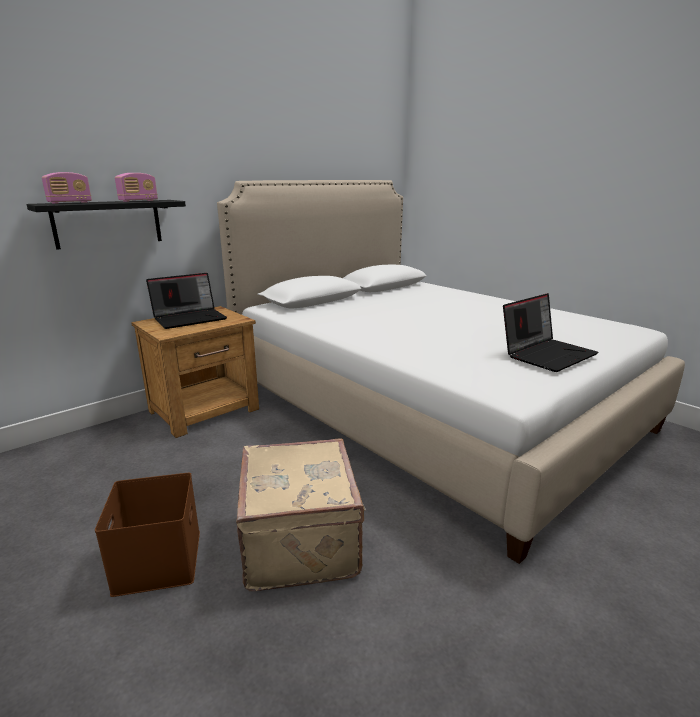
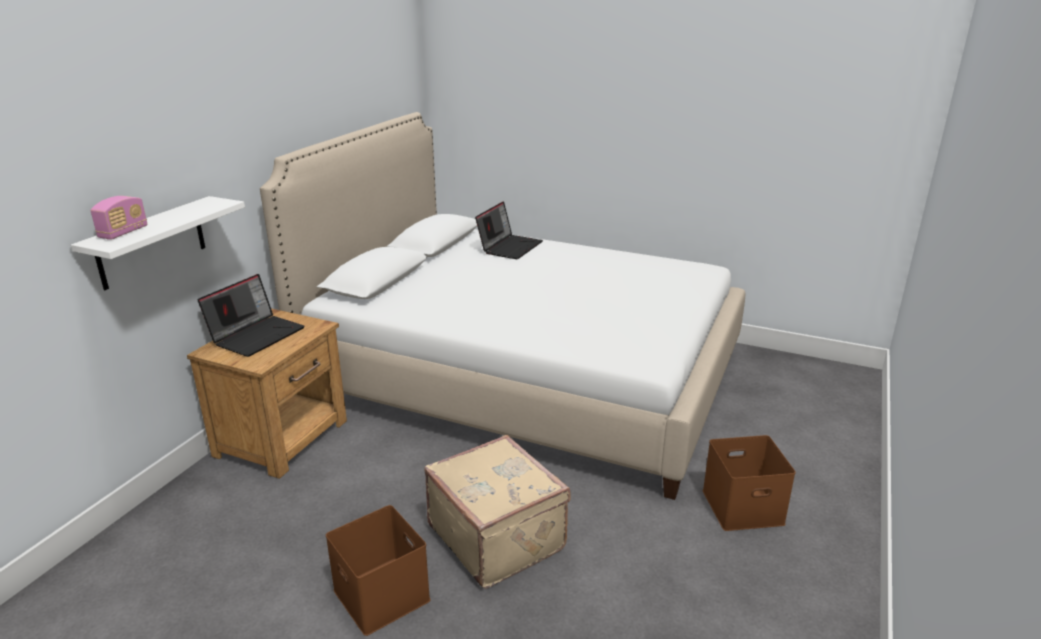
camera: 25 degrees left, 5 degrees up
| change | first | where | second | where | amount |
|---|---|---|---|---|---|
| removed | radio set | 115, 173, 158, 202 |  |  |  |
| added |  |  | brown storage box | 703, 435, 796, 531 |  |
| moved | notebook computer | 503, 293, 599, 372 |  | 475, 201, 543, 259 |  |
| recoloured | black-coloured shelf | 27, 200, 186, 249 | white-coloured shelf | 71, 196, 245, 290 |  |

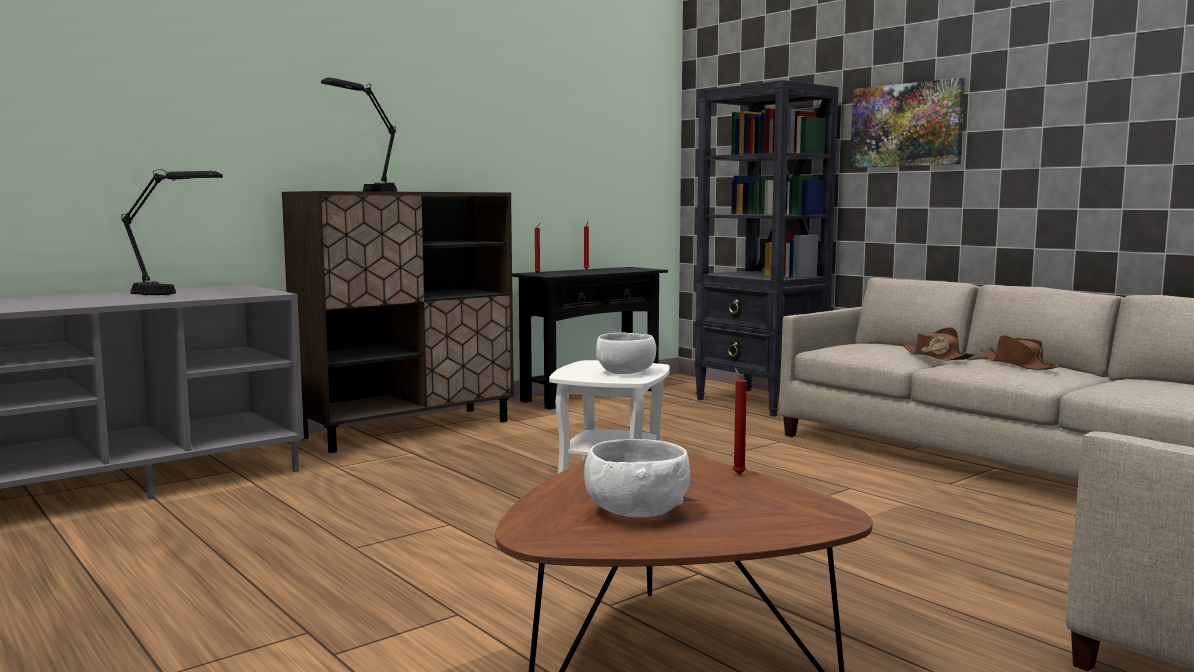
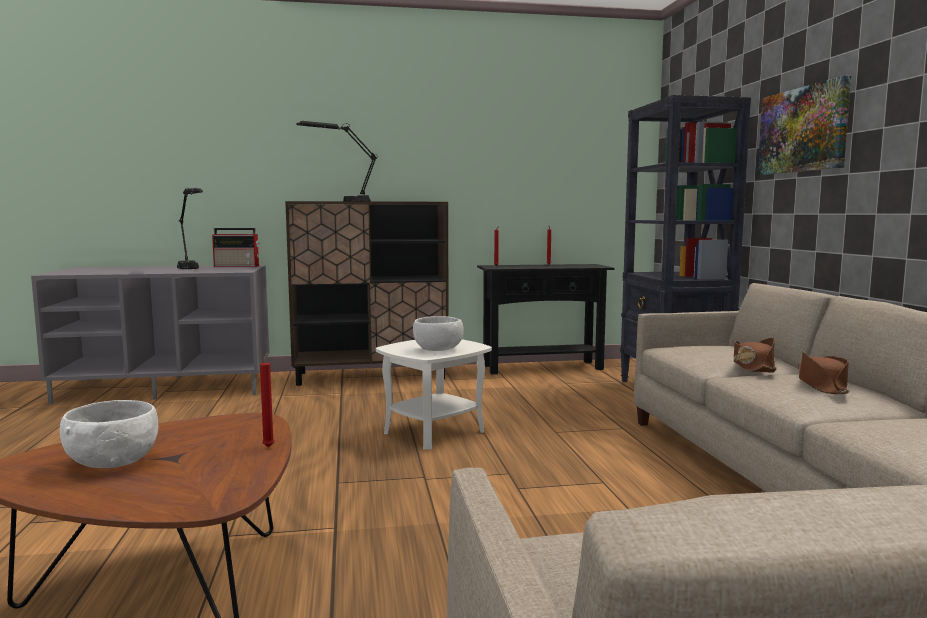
camera: 30 degrees right, 0 degrees up
| change | first | where | second | where | amount |
|---|---|---|---|---|---|
| added |  |  | radio set | 212, 228, 260, 267 |  |

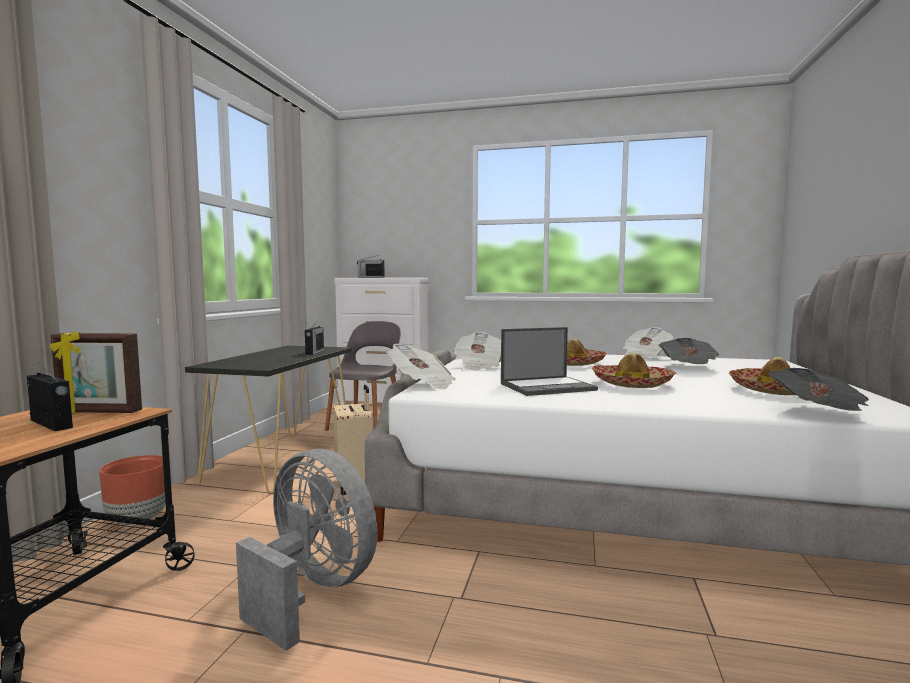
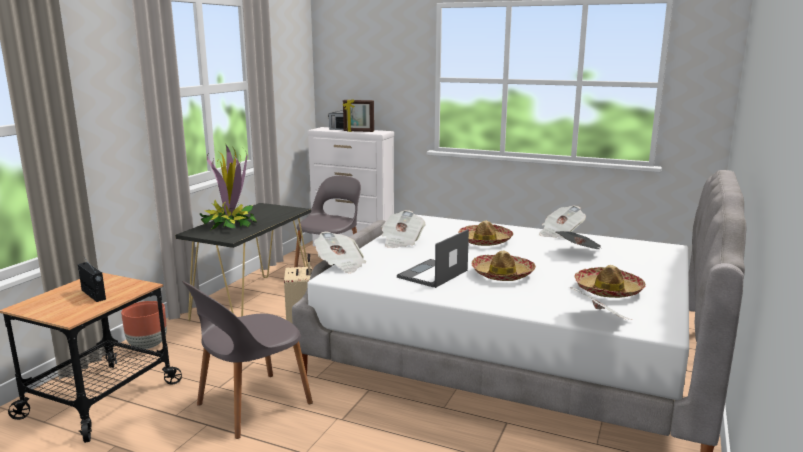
camera: 10 degrees right, 10 degrees up
| change | first | where | second | where | amount |
|---|---|---|---|---|---|
| removed | radio set | 305, 320, 324, 355 |  |  |  |
| added |  |  | houseplant | 200, 145, 257, 230 |  |
| moved | picture frame | 49, 331, 142, 414 |  | 343, 99, 374, 132 |  |
| replaced | gray fan | 236, 449, 378, 651 | gray plain chair | 182, 281, 313, 439 |  |
| turned | notebook computer | 501, 327, 598, 396 |  | 397, 229, 469, 288 | 135 degrees clockwise |

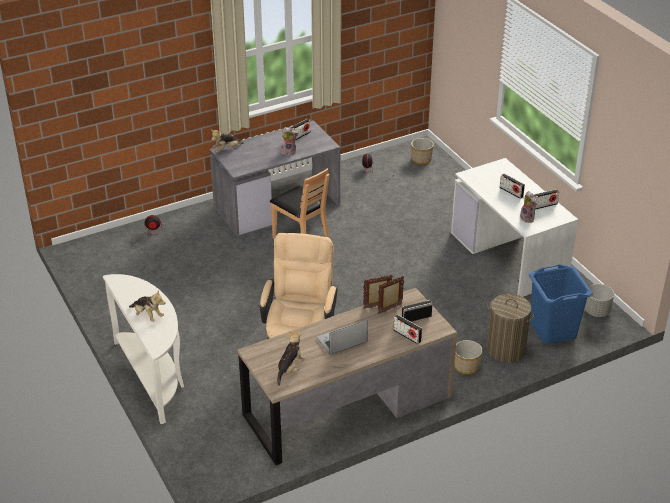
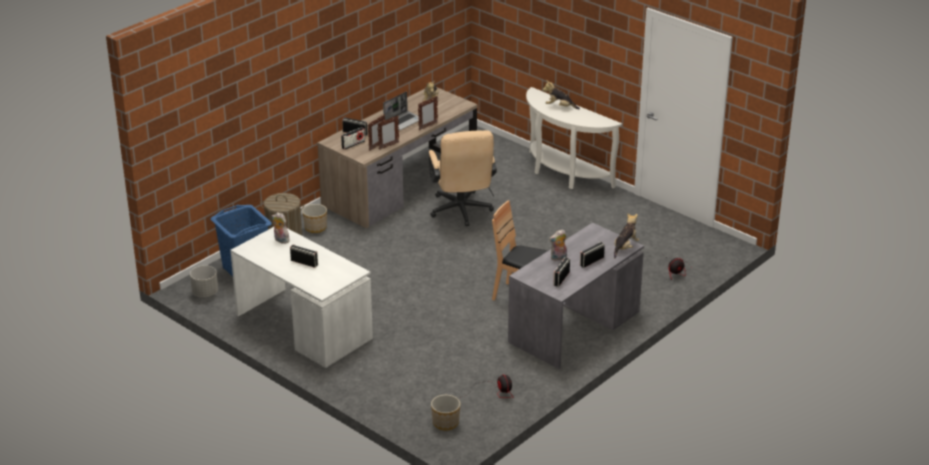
camera: 160 degrees right, 5 degrees down
| change | first | where | second | where | amount |
|---|---|---|---|---|---|
| added |  |  | picture frame | 418, 96, 438, 130 |  |
| moved | radio set | 533, 189, 559, 210 |  | 580, 242, 605, 268 |  |

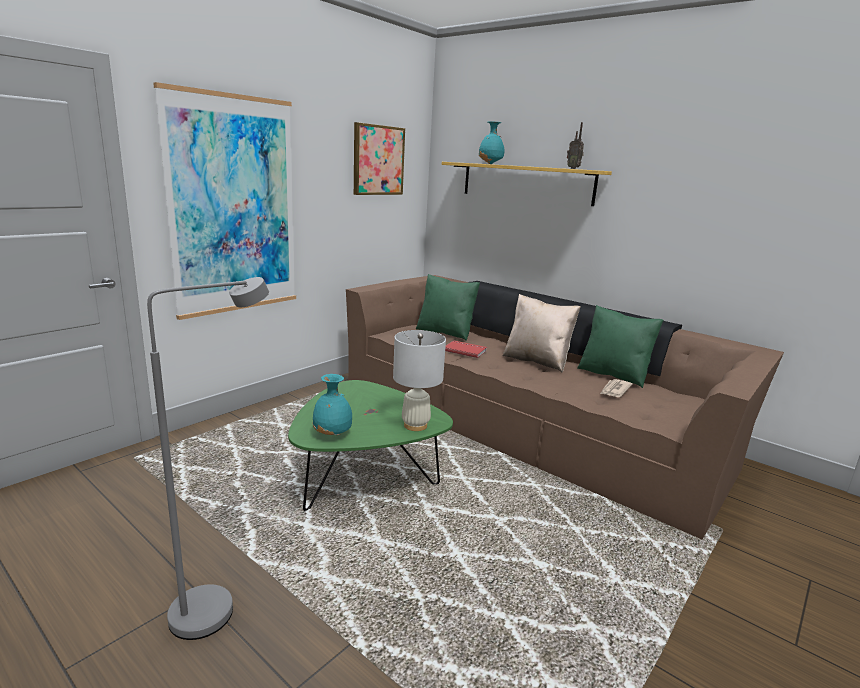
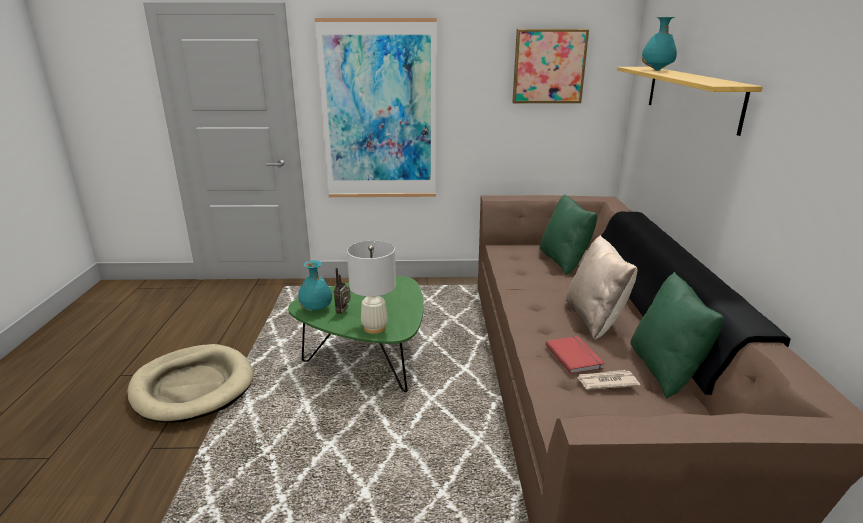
camera: 50 degrees right, 5 degrees up
| change | first | where | second | where | amount |
|---|---|---|---|---|---|
| moved | reddish bound book | 445, 341, 487, 358 |  | 546, 336, 605, 374 |  |
| moved | radio set | 567, 122, 584, 169 |  | 334, 268, 350, 314 |  |
| replaced | gray standard lamp | 147, 277, 269, 640 | beige pet bed | 127, 344, 254, 423 |  |

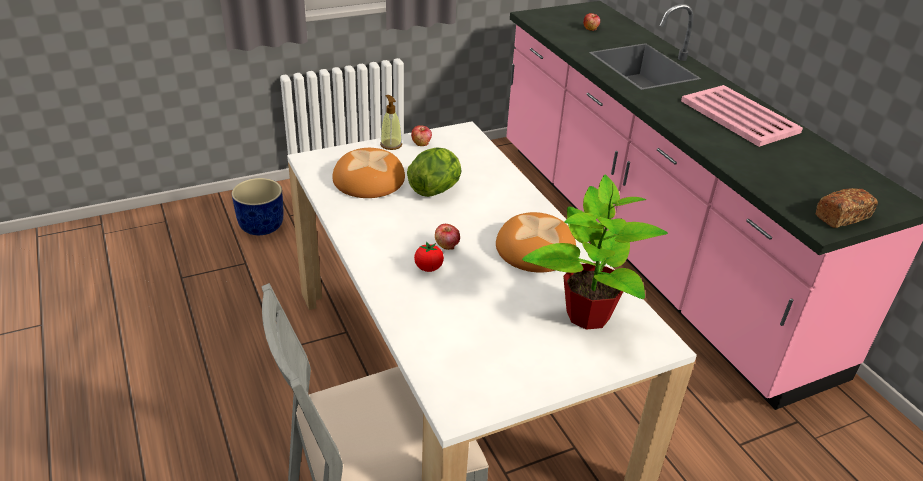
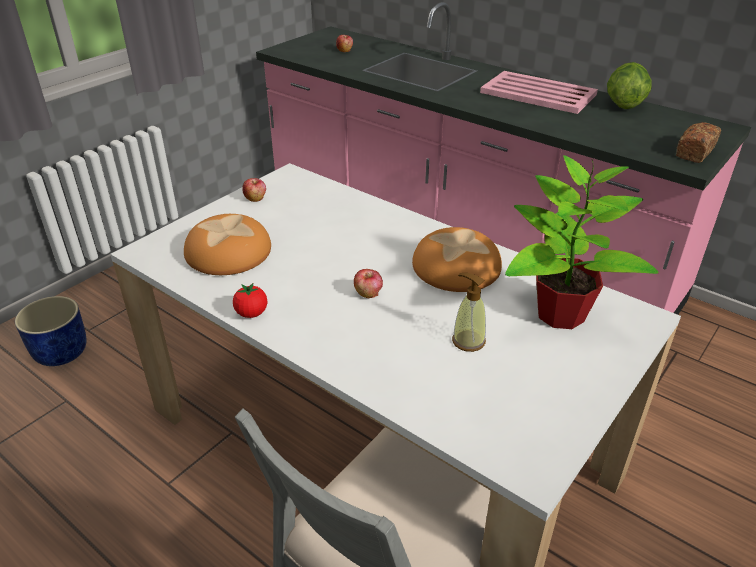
camera: 25 degrees left, 0 degrees up
| change | first | where | second | where | amount |
|---|---|---|---|---|---|
| moved | liquid soap bottle | 380, 95, 402, 150 |  | 452, 273, 486, 352 |  |
| moved | lettuce head | 407, 147, 461, 197 |  | 607, 62, 652, 109 |  |
| moved | fresh tomato | 414, 241, 444, 272 |  | 233, 283, 267, 318 |  |

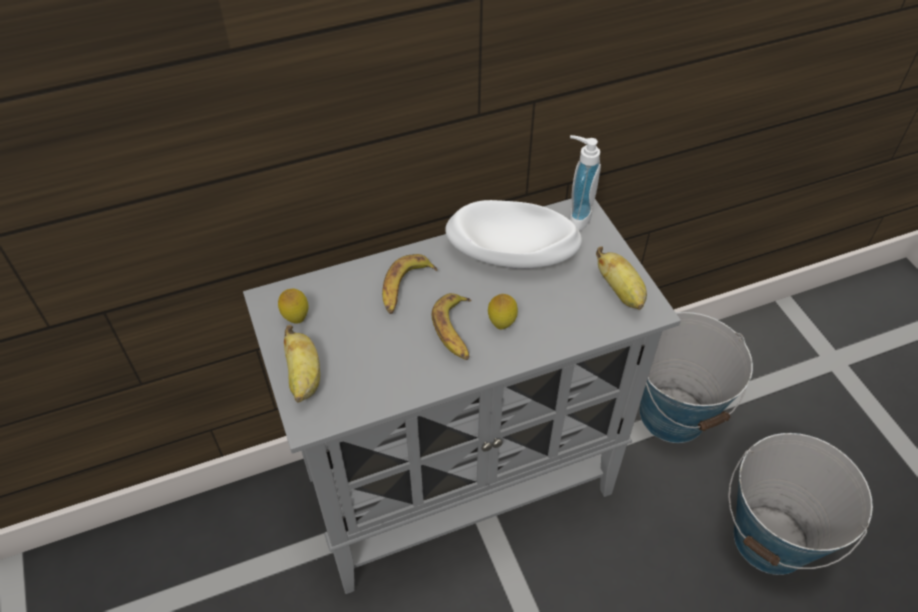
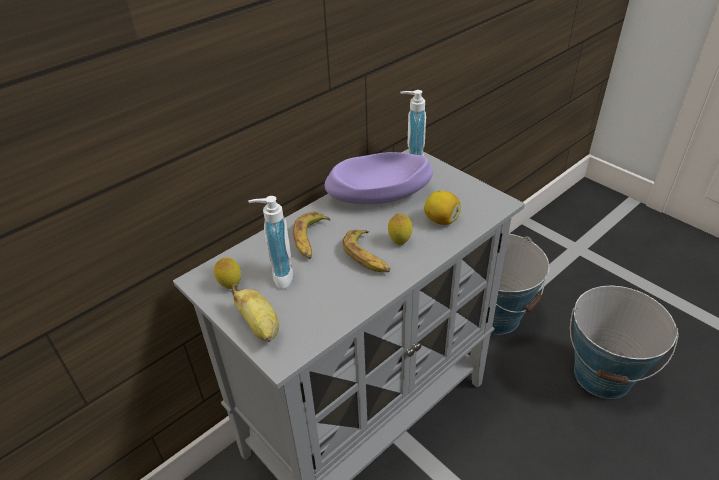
camera: 20 degrees left, 10 degrees down
| change | first | where | second | where | amount |
|---|---|---|---|---|---|
| removed | banana fruit | 596, 246, 647, 310 |  |  |  |
| added |  |  | liquid soap bottle | 248, 196, 293, 289 |  |
| added |  |  | whole lemon | 424, 191, 461, 225 |  |
| recoloured | white-coloured serving bowl | 445, 200, 582, 269 | purple serving bowl | 325, 152, 433, 206 |  |

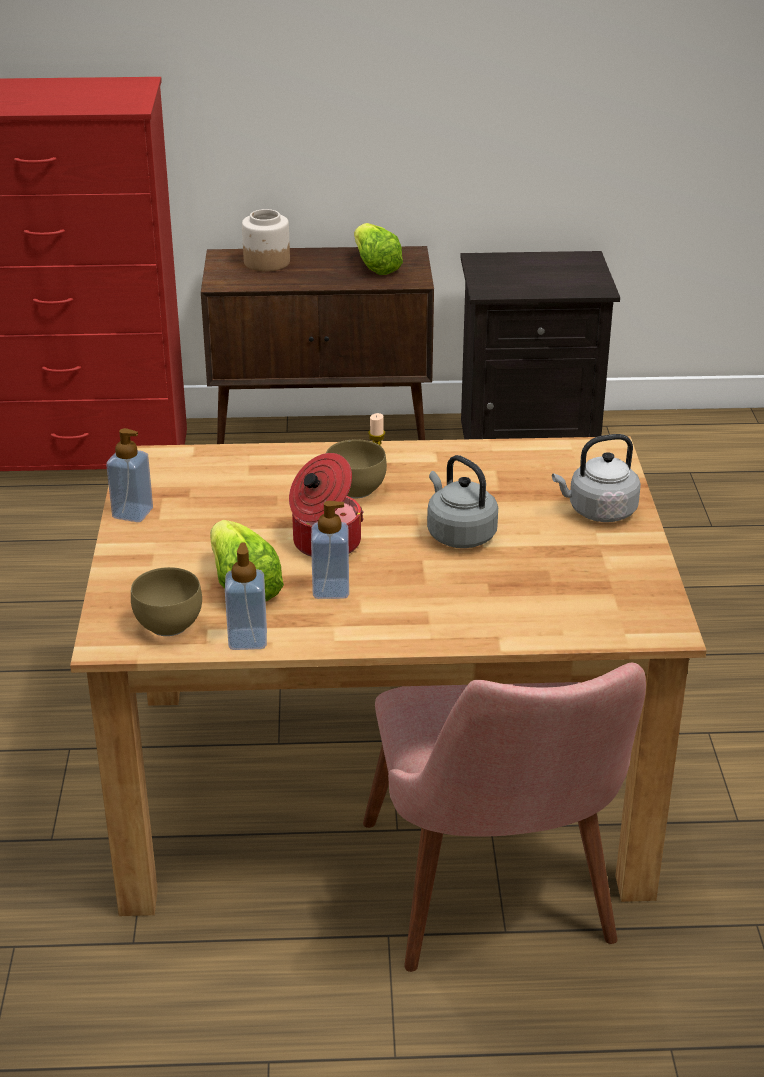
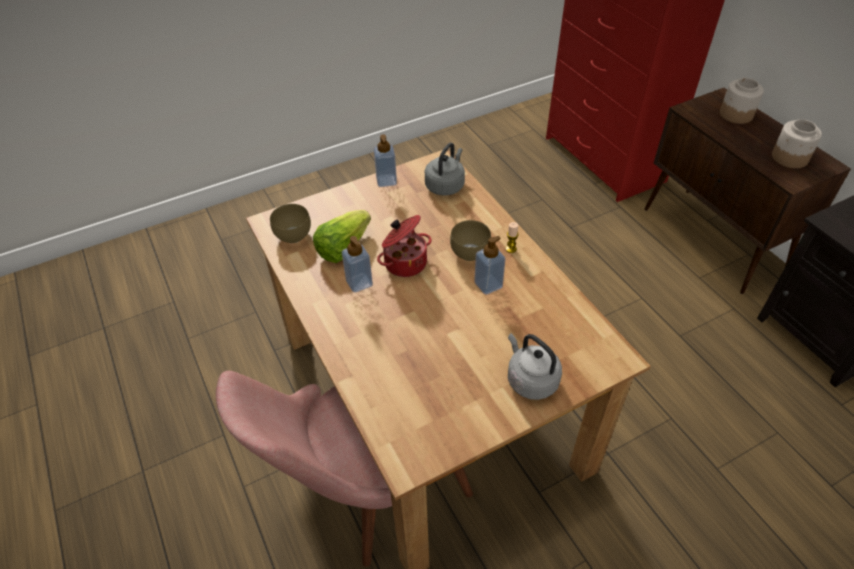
camera: 65 degrees right, 15 degrees up
| change | first | where | second | where | amount |
|---|---|---|---|---|---|
| moved | liquid soap bottle | 225, 543, 267, 650 |  | 474, 236, 505, 295 |  |
| moved | gray kettle | 427, 455, 498, 548 |  | 425, 143, 465, 195 |  |
| replaced | lettuce head | 354, 223, 403, 275 | jar | 772, 119, 822, 168 |  |

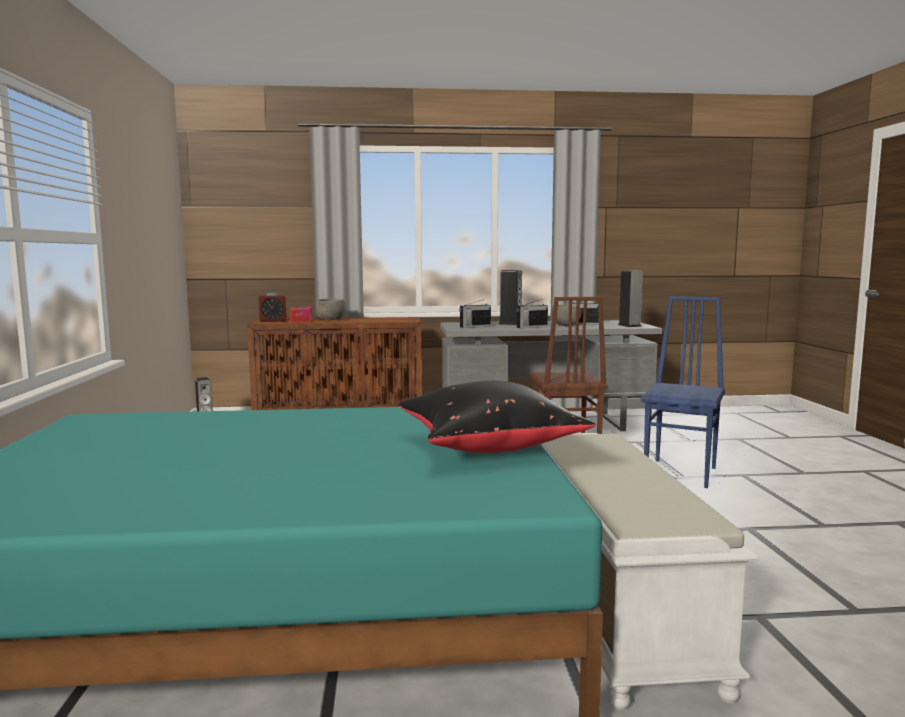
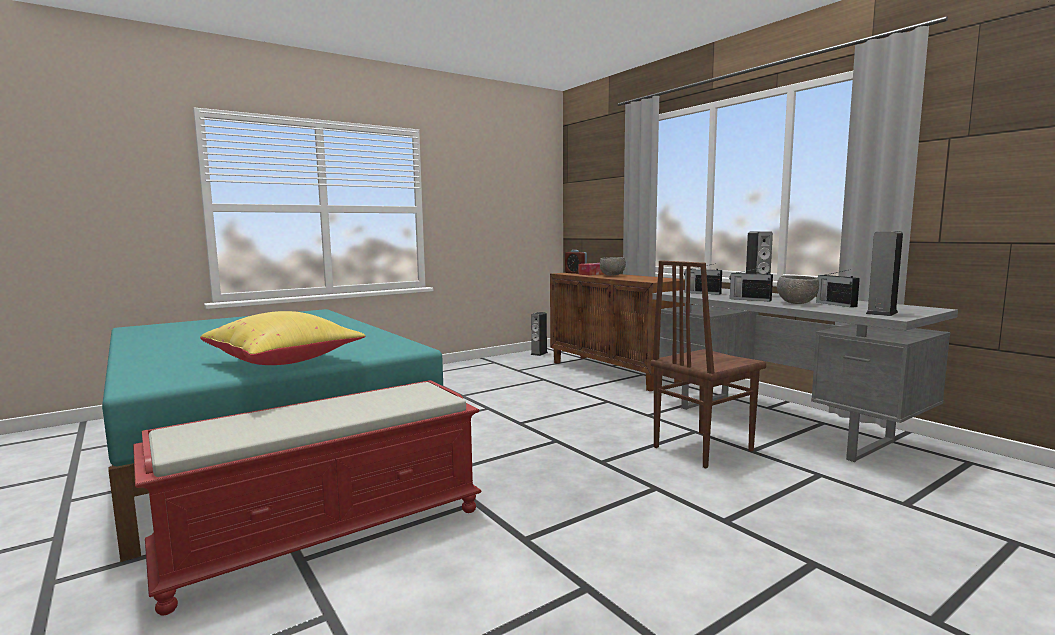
camera: 60 degrees right, 0 degrees up
| change | first | where | second | where | amount |
|---|---|---|---|---|---|
| removed | blue plain chair | 641, 296, 725, 488 |  |  |  |
| recoloured | black-coloured throw pillow | 398, 381, 595, 453 | yellow throw pillow | 200, 311, 366, 365 |  |
| recoloured | white-coloured bench | 541, 433, 758, 710 | reddish bench | 133, 380, 482, 616 |  |

